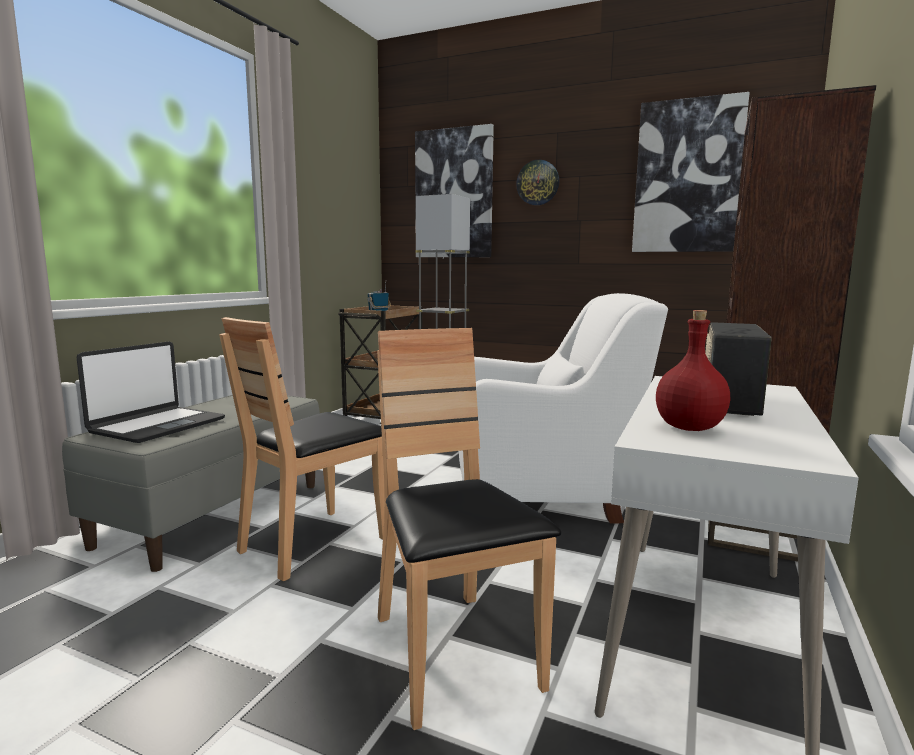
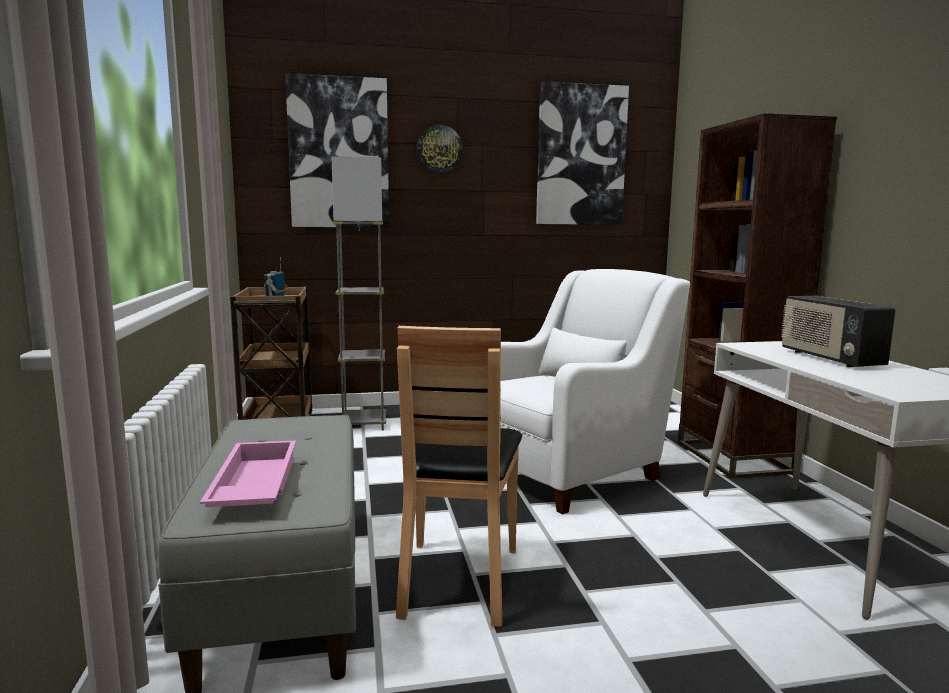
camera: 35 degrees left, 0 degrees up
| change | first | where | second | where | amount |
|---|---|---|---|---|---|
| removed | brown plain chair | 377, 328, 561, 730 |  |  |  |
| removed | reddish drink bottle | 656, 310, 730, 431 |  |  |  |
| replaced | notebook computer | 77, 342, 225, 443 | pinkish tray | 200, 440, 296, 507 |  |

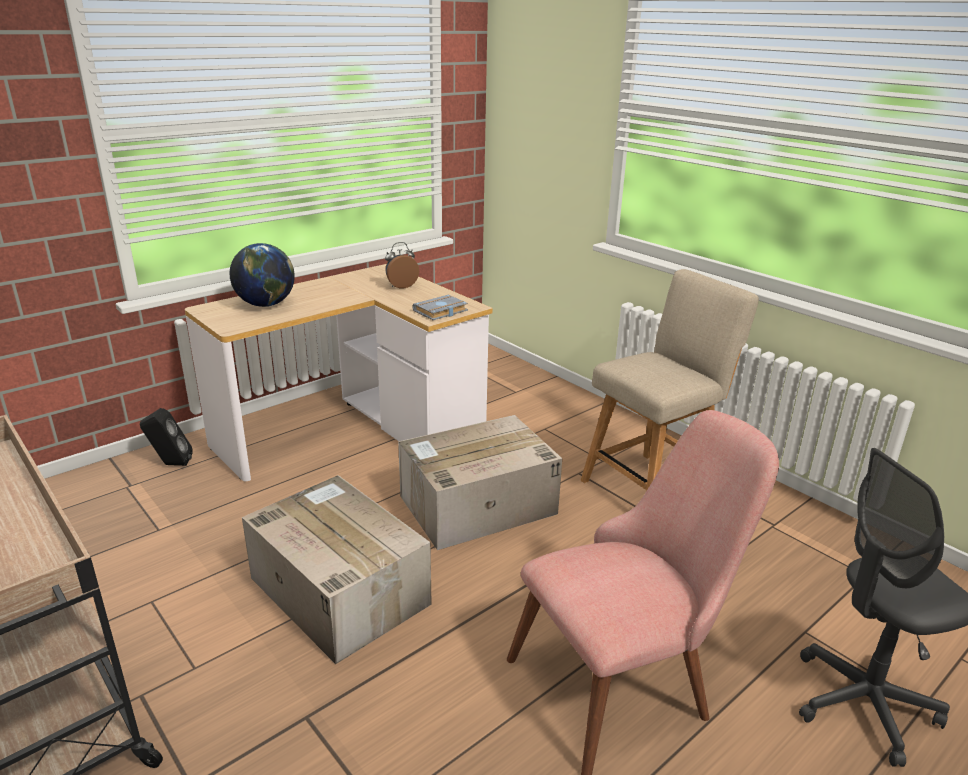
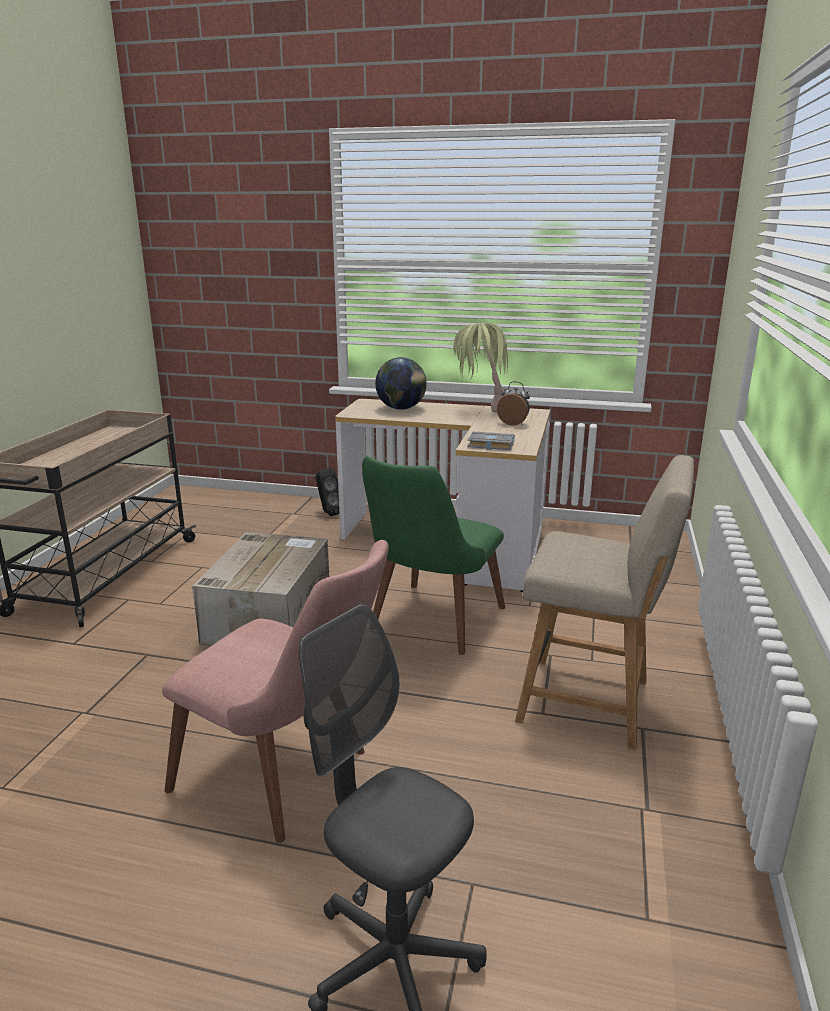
camera: 55 degrees right, 5 degrees down
| change | first | where | second | where | amount |
|---|---|---|---|---|---|
| added |  |  | houseplant | 453, 323, 508, 413 |  |
| replaced | packing box | 398, 415, 562, 550 | greenish plain chair | 362, 456, 505, 655 |  |

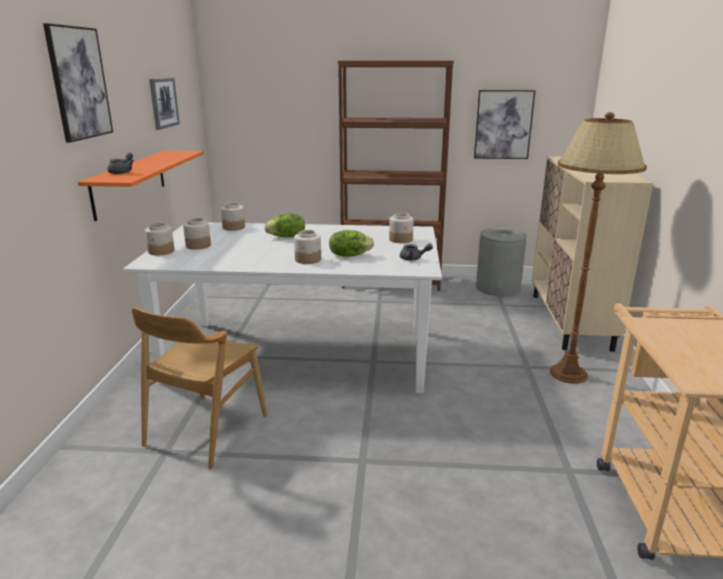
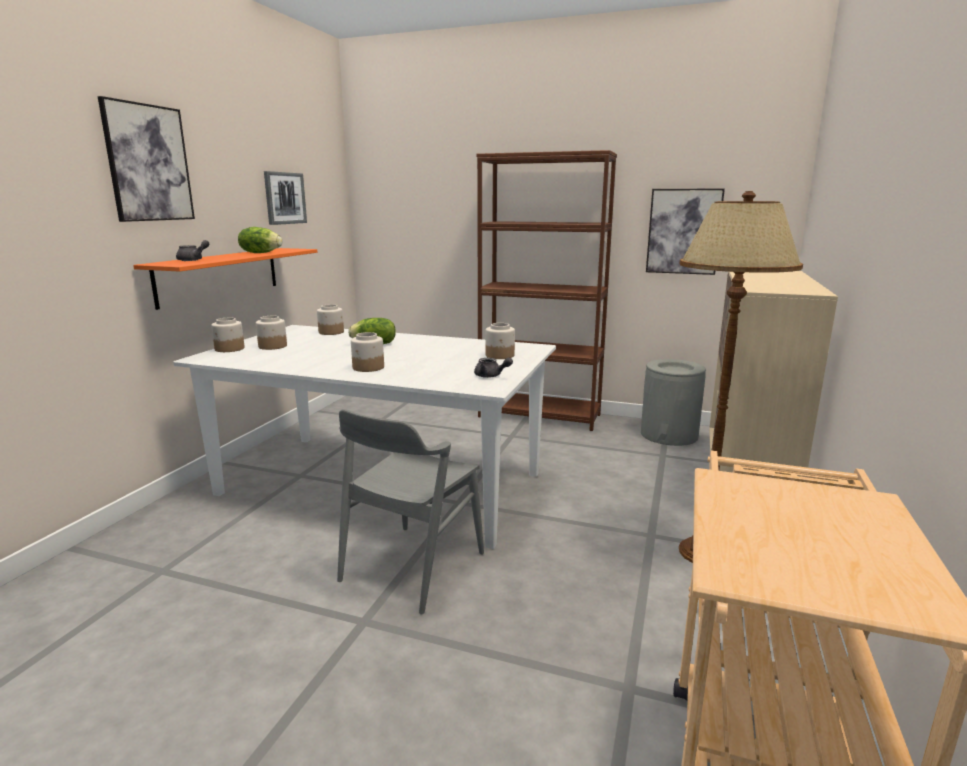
camera: 15 degrees right, 5 degrees down
| change | first | where | second | where | amount |
|---|---|---|---|---|---|
| removed | brown plain chair | 132, 307, 267, 469 |  |  |  |
| added |  |  | gray plain chair | 337, 409, 484, 614 |  |
| moved | lettuce head | 329, 230, 374, 257 |  | 238, 227, 282, 253 |  |

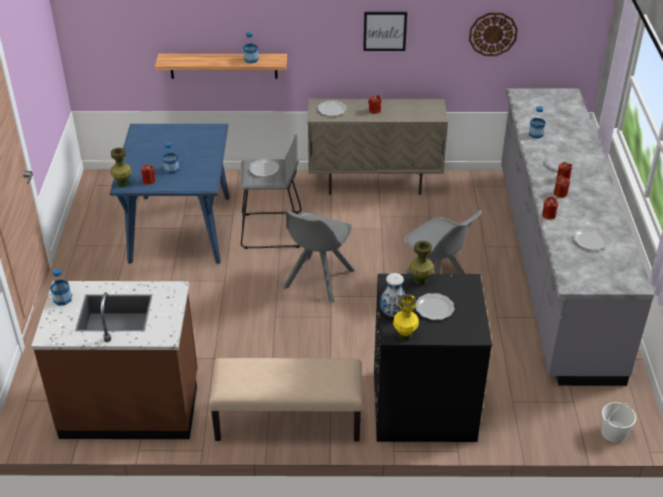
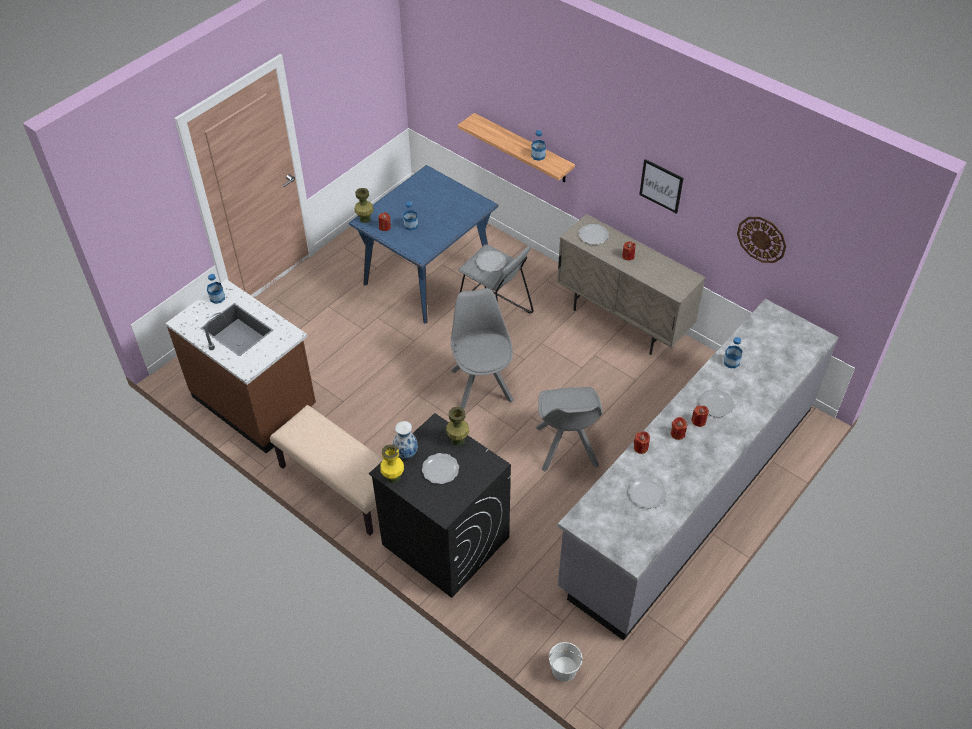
camera: 40 degrees right, 10 degrees up
| change | first | where | second | where | amount |
|---|---|---|---|---|---|
| turned | gray plain chair | 283, 211, 355, 303 |  | 451, 288, 514, 409 | 105 degrees clockwise |

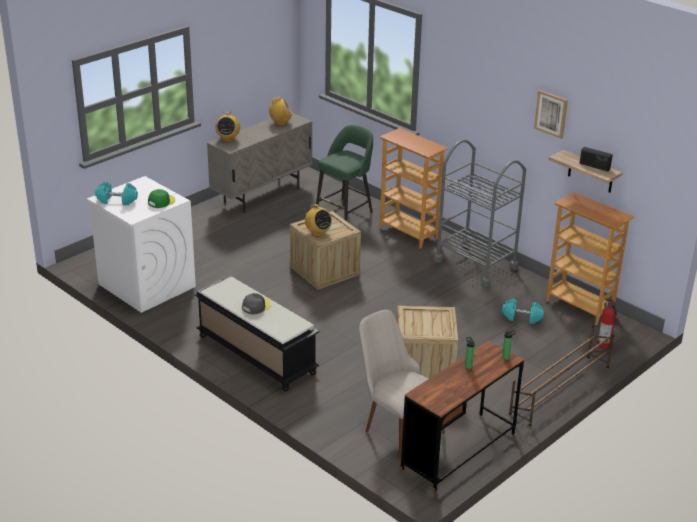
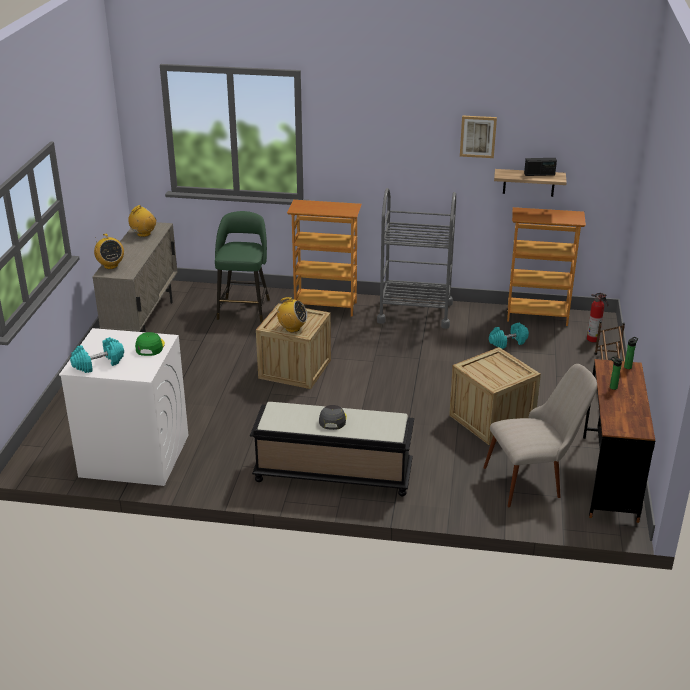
camera: 35 degrees left, 0 degrees up
| change | first | where | second | where | amount |
|---|---|---|---|---|---|
| turned | beige plain chair | 359, 310, 445, 458 |  | 483, 364, 597, 507 | 150 degrees clockwise |

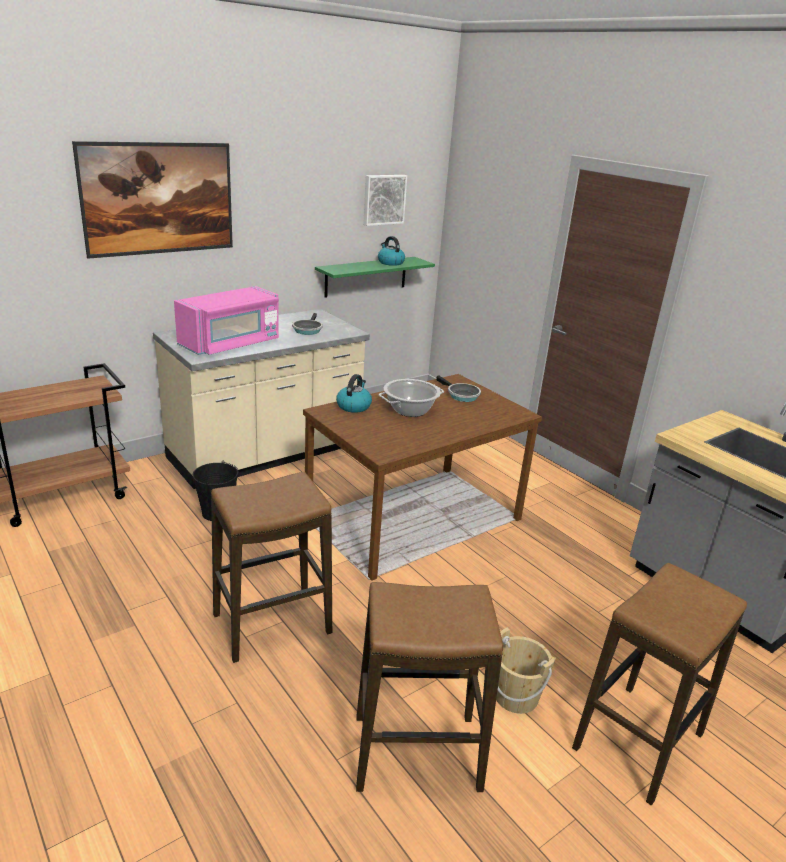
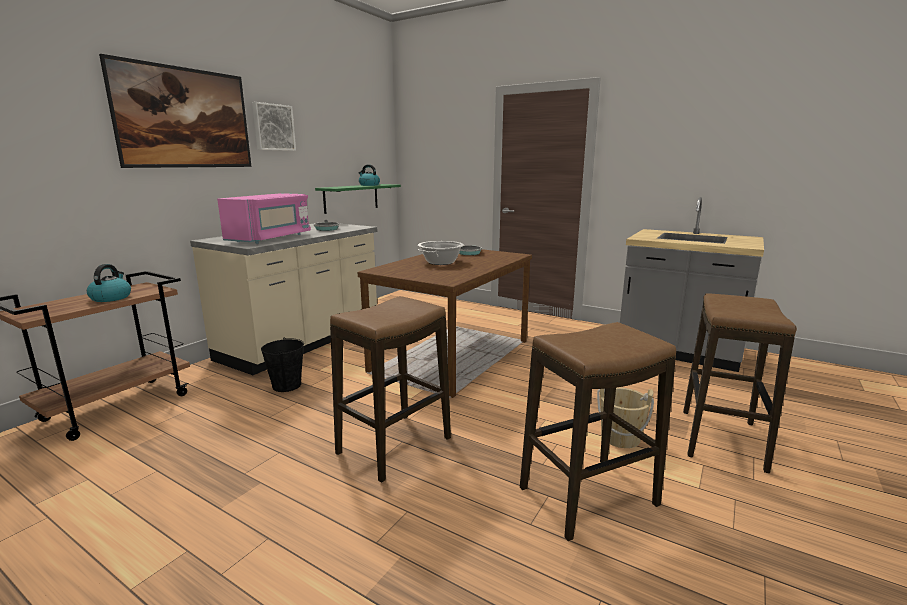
camera: 20 degrees left, 10 degrees down
| change | first | where | second | where | amount |
|---|---|---|---|---|---|
| moved | kettle | 336, 374, 372, 413 |  | 87, 264, 131, 302 |  |
| moved | wall picture | 363, 175, 407, 226 |  | 252, 102, 296, 151 |  |

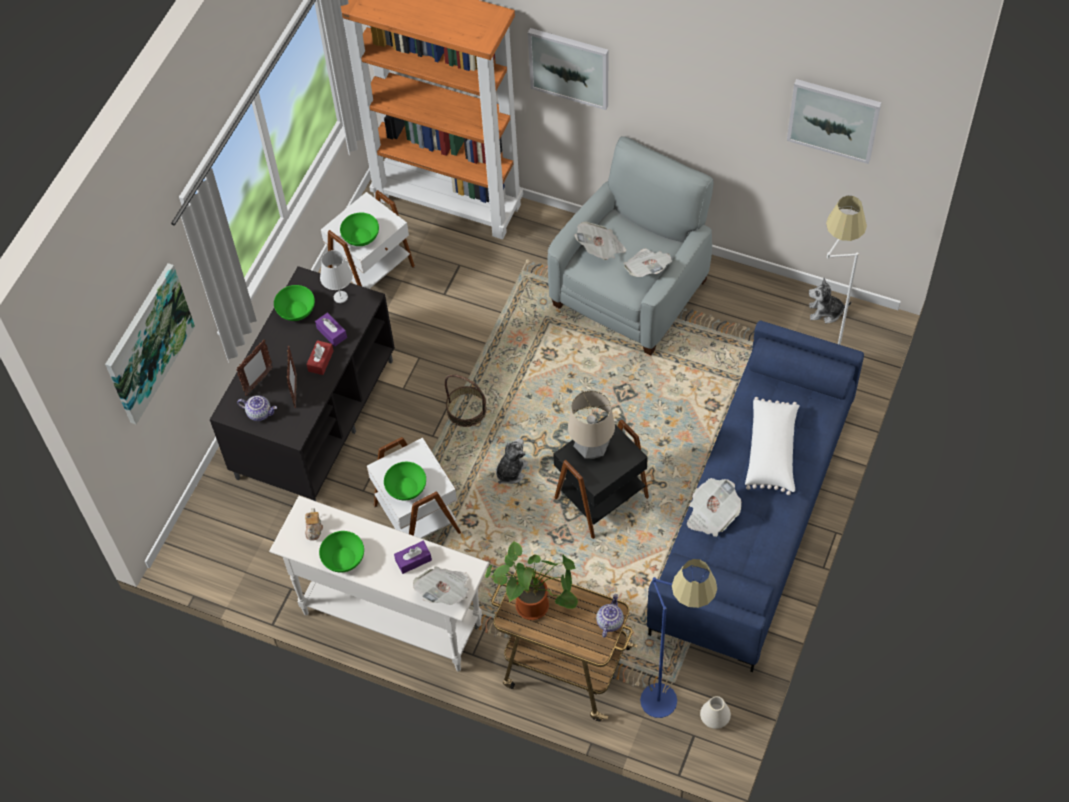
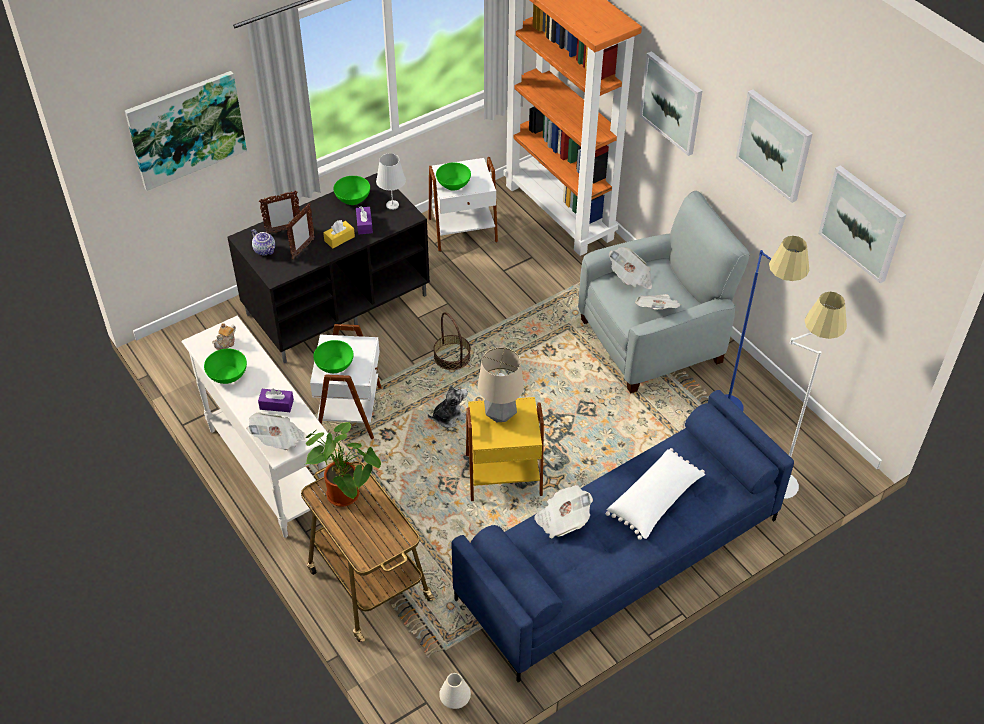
camera: 30 degrees right, 10 degrees down
| change | first | where | second | where | amount |
|---|---|---|---|---|---|
| removed | pot for tea | 596, 594, 624, 638 |  |  |  |
| removed | cuddly toy | 809, 278, 851, 324 |  |  |  |
| added |  |  | wall picture | 736, 89, 812, 203 |  |
| moved | blue standard lamp | 640, 559, 717, 718 |  | 725, 236, 809, 411 |  |
| recoloured | reddish tissue box | 306, 340, 334, 375 | yellow tissue box | 323, 220, 355, 249 |  |
| recoloured | black-coloured accent table | 553, 415, 649, 539 | yellow accent table | 466, 397, 544, 501 |  |

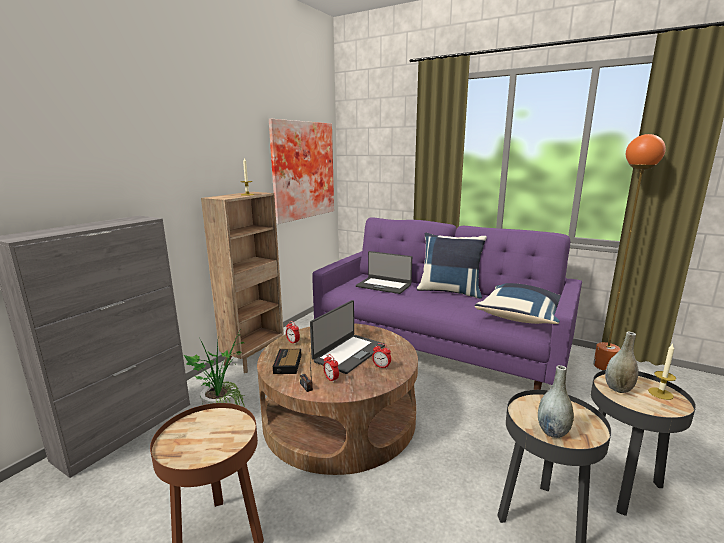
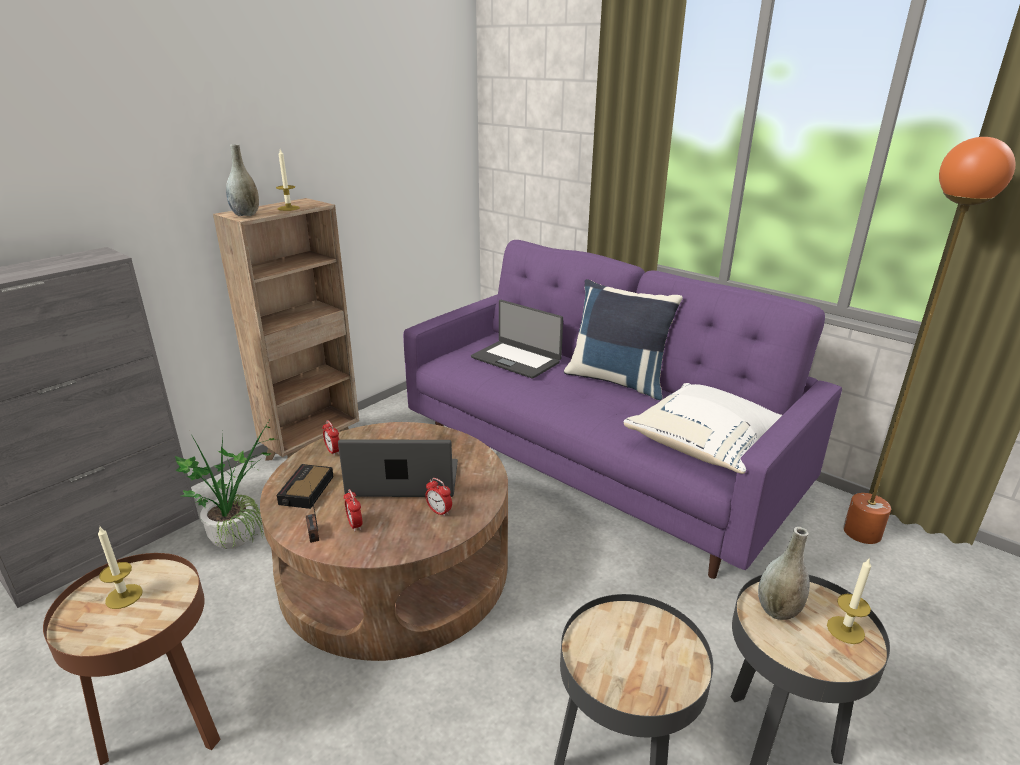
camera: 10 degrees right, 10 degrees up
| change | first | where | second | where | amount |
|---|---|---|---|---|---|
| removed | wall picture | 269, 119, 334, 224 |  |  |  |
| added |  |  | candle | 98, 527, 143, 609 |  |
| moved | gray vase | 538, 365, 574, 438 |  | 226, 144, 259, 216 |  |
| recoloured | blue throw pillow | 475, 283, 561, 324 | white-coloured throw pillow | 623, 383, 782, 474 |  |
| turned | notebook computer | 310, 300, 385, 374 |  | 338, 439, 458, 497 | 135 degrees counterclockwise |

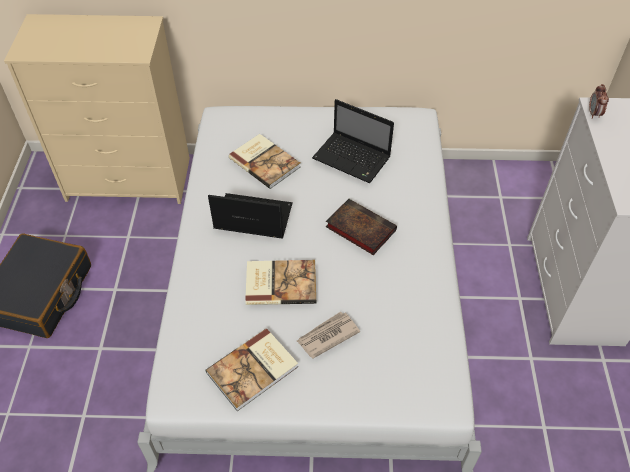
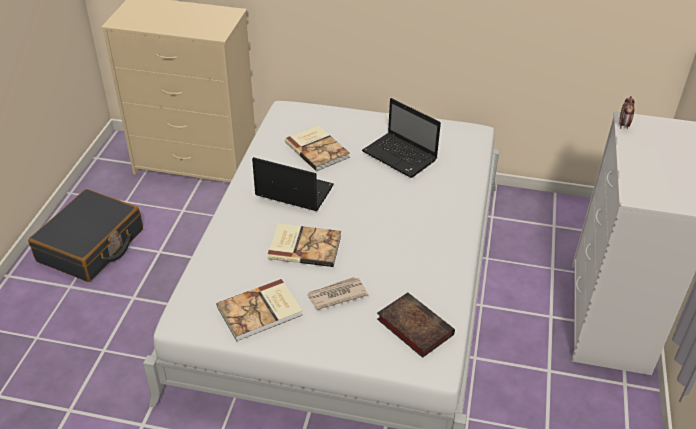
camera: 10 degrees right, 10 degrees down
| change | first | where | second | where | amount |
|---|---|---|---|---|---|
| moved | bound book | 326, 199, 397, 255 |  | 377, 293, 455, 358 |  |

